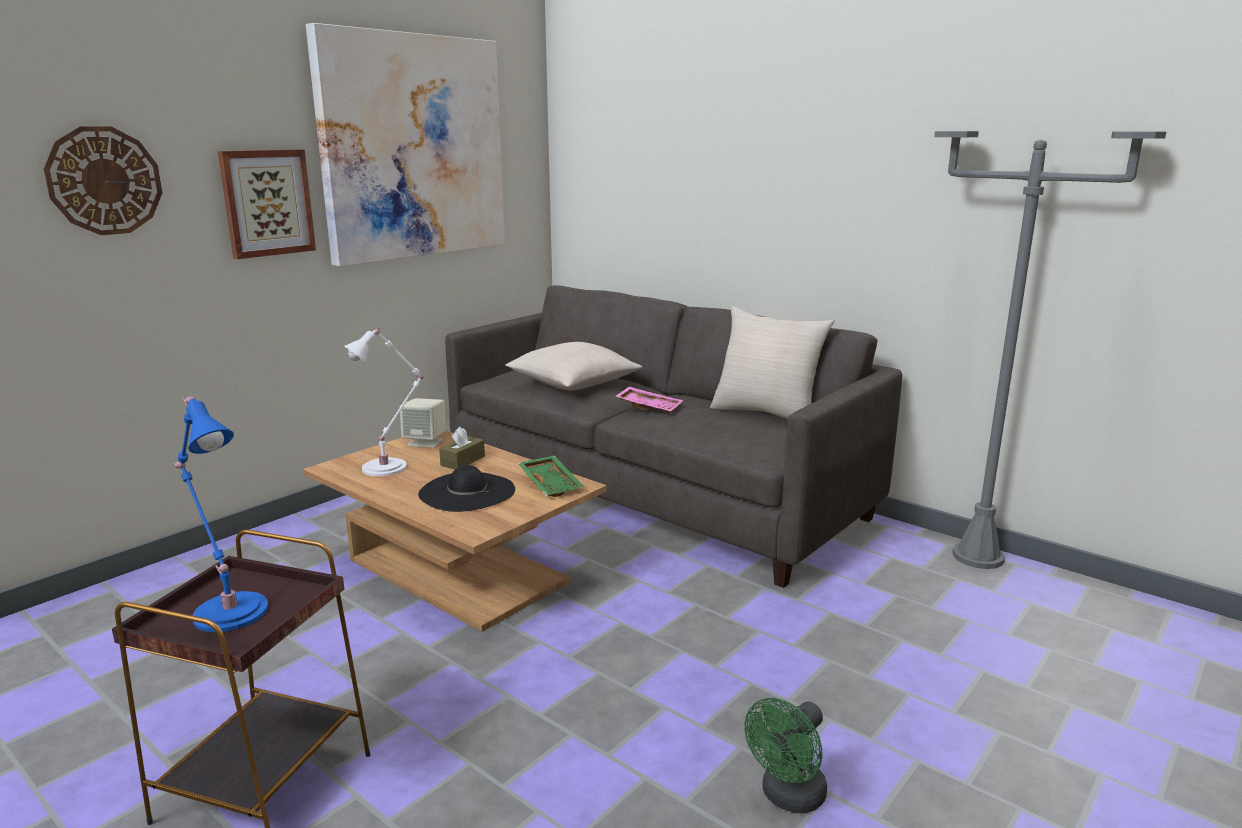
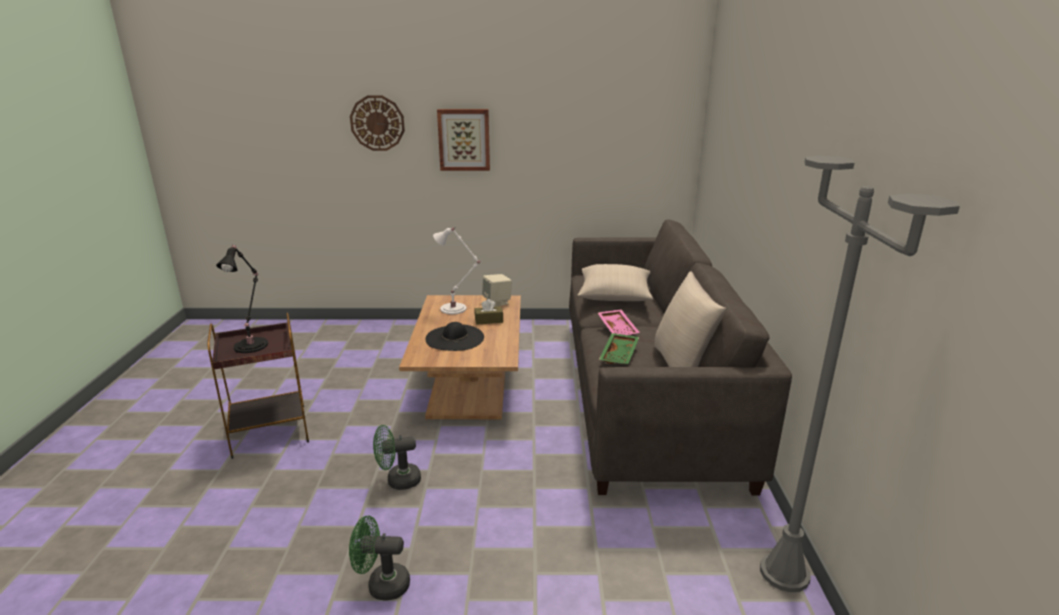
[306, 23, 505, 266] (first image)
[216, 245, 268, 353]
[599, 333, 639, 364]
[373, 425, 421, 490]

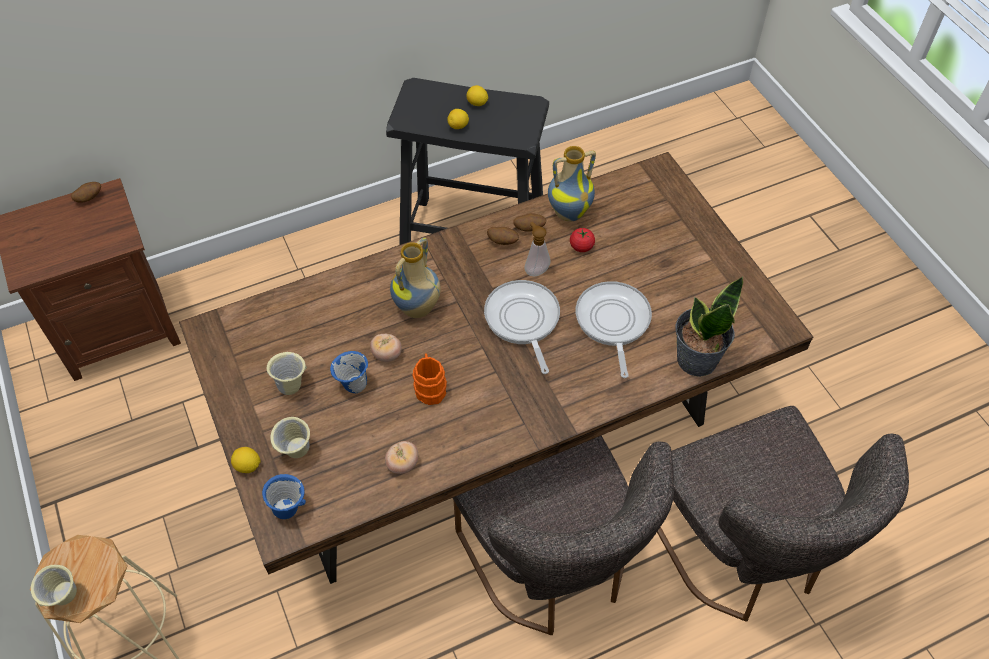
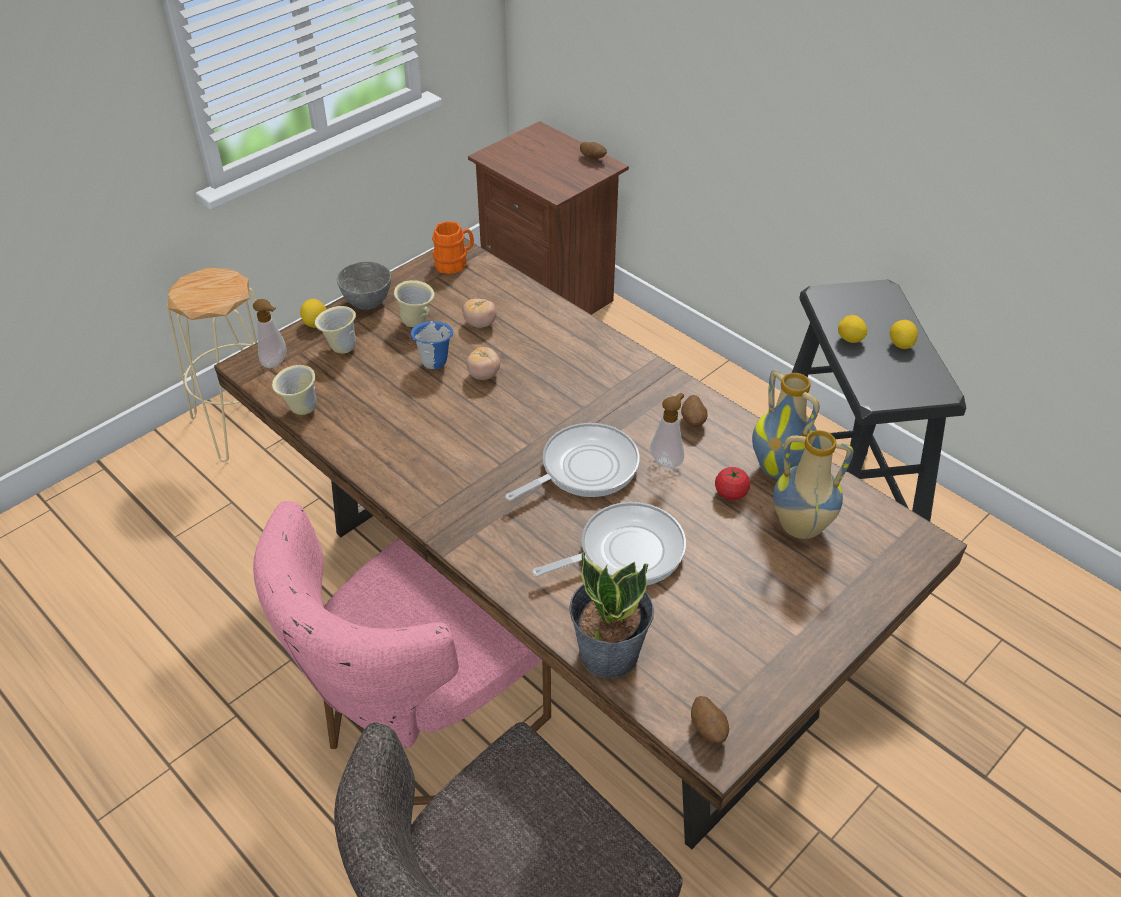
[691, 696, 729, 743]
[773, 430, 854, 539]
[432, 221, 474, 274]
[253, 501, 551, 805]
[462, 299, 496, 328]
[253, 299, 287, 368]
[272, 365, 317, 415]
[337, 261, 391, 310]

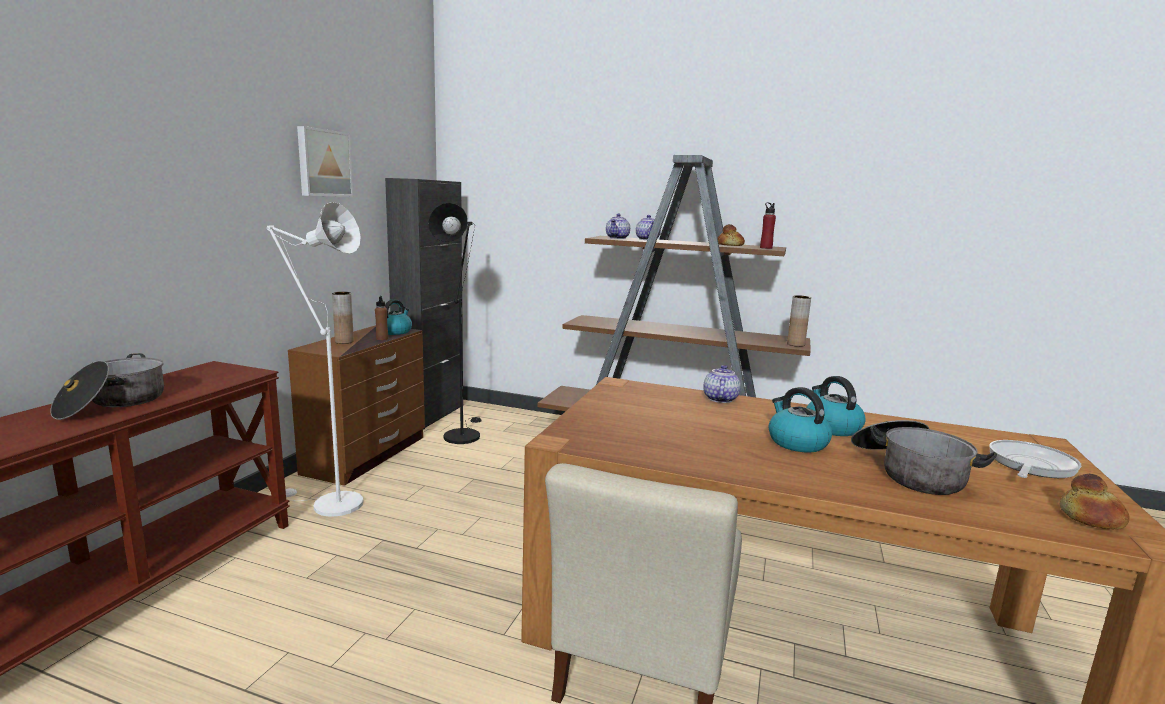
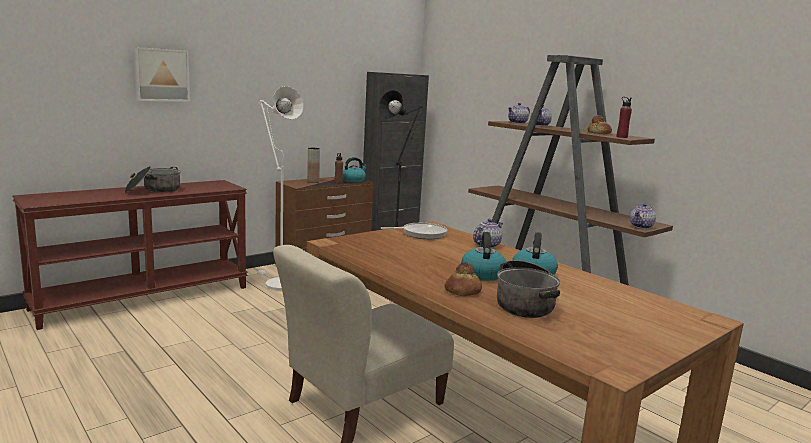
[134, 47, 190, 102]
[630, 203, 656, 229]
[380, 223, 448, 239]
[444, 262, 482, 296]

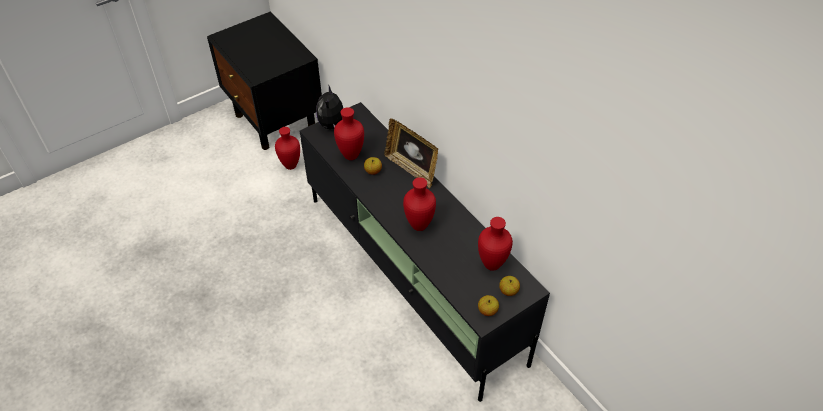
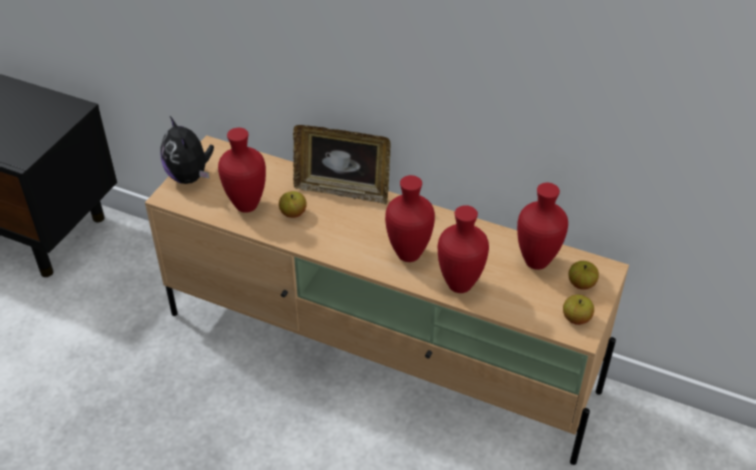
[145, 135, 629, 465]
[438, 205, 489, 293]

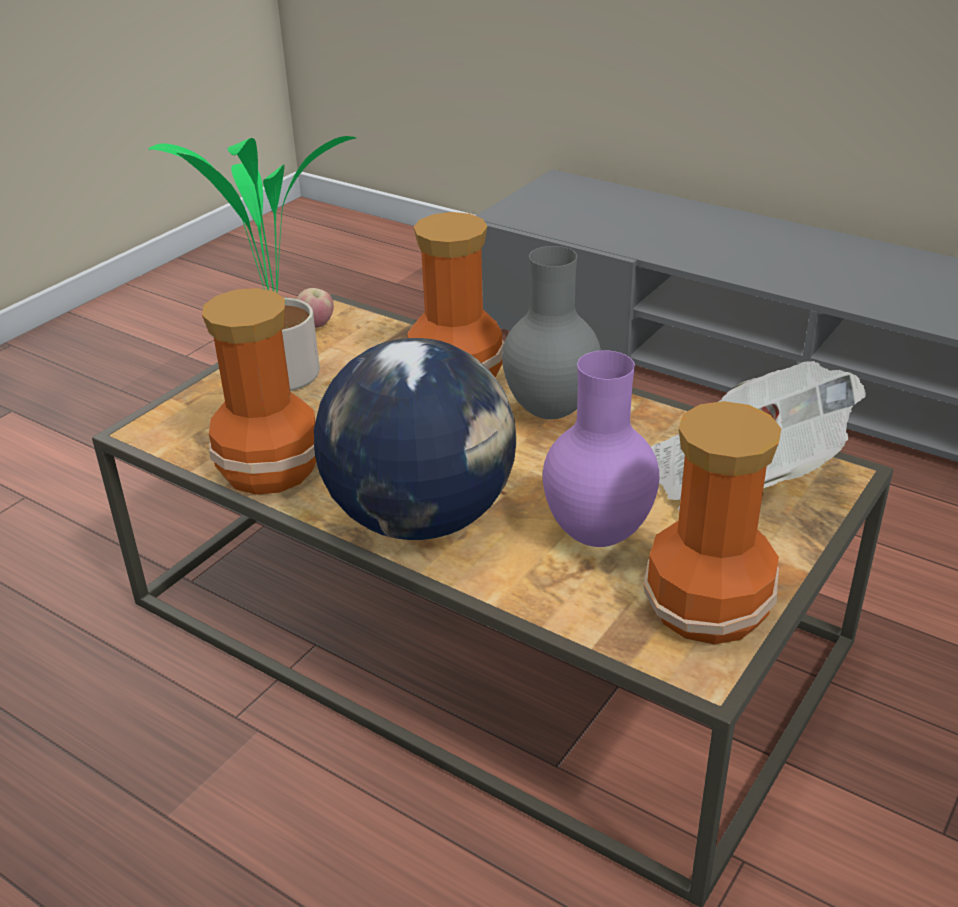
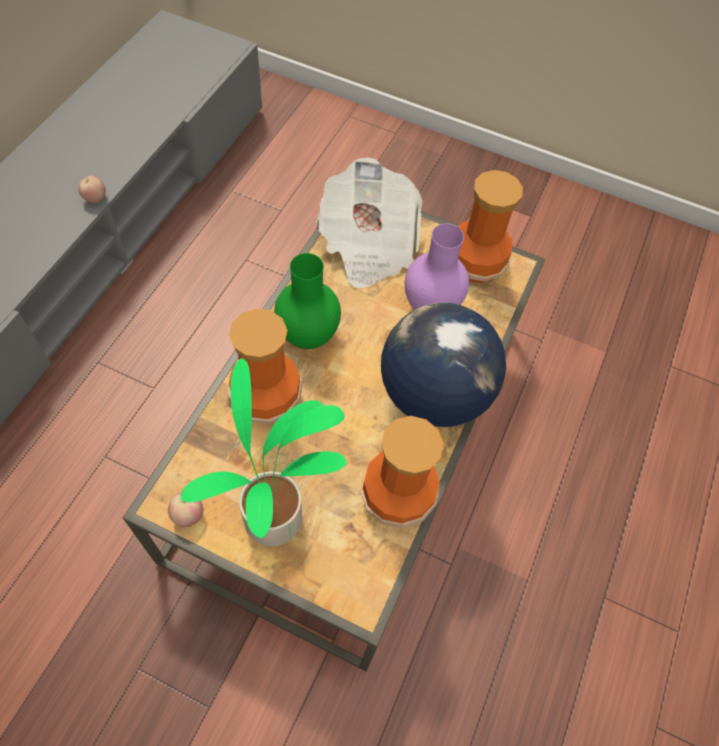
[274, 253, 341, 349]
[78, 175, 106, 203]

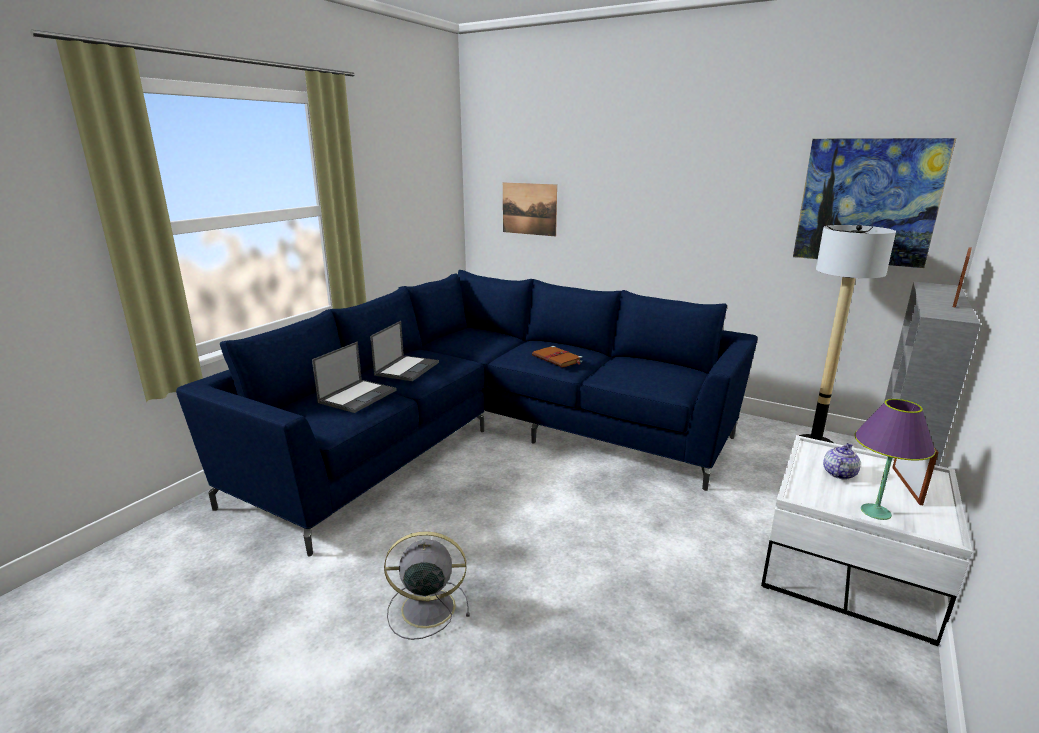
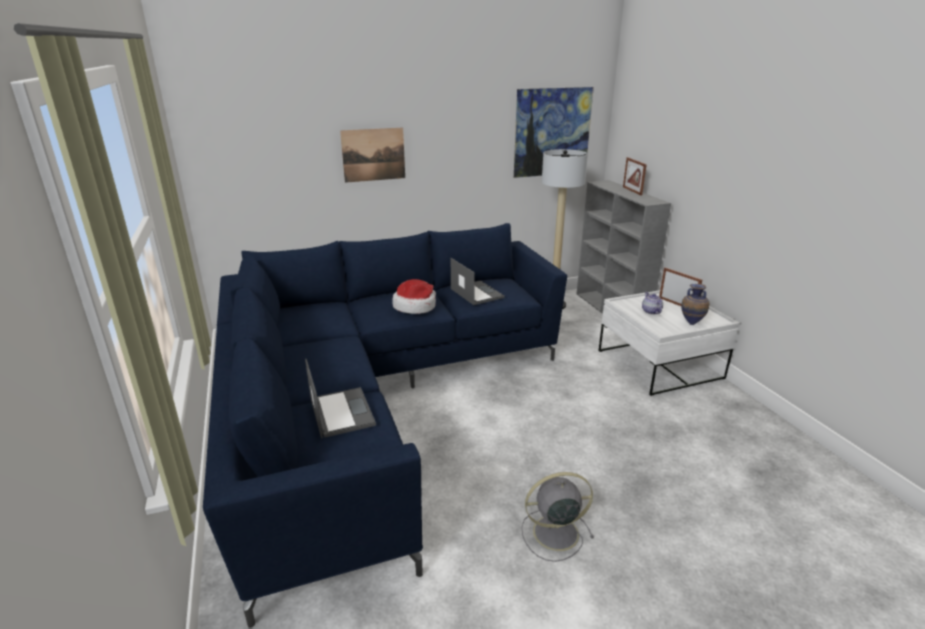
[340, 128, 405, 183]
[451, 258, 505, 305]
[392, 279, 436, 314]
[681, 284, 709, 325]
[522, 472, 594, 562]

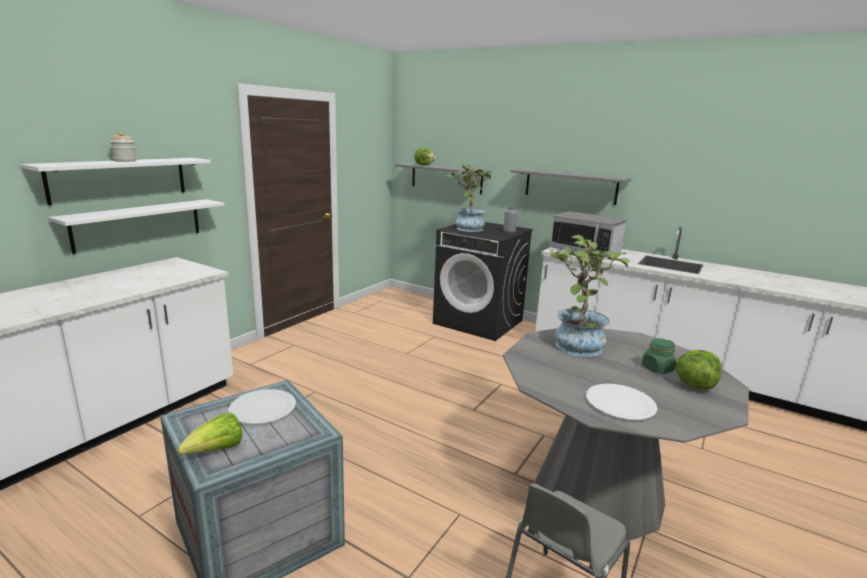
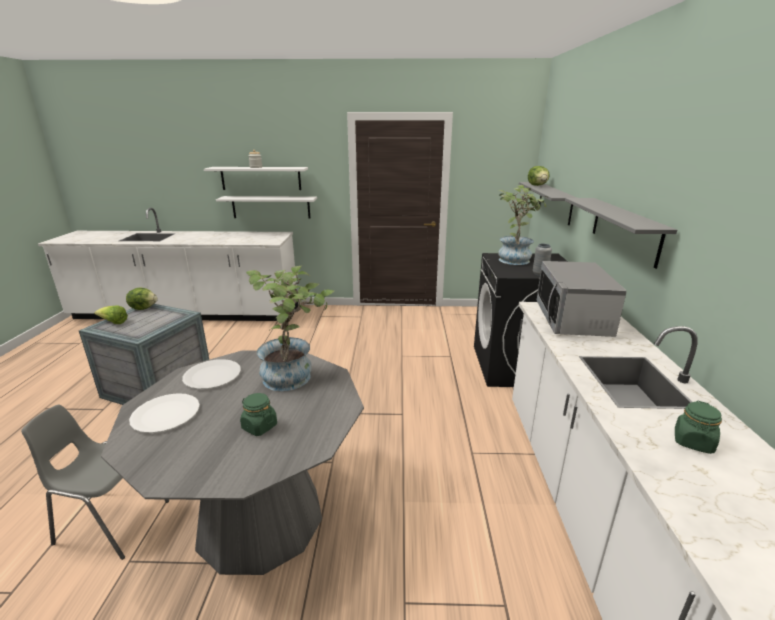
[126, 287, 158, 310]
[182, 359, 241, 389]
[675, 401, 722, 454]

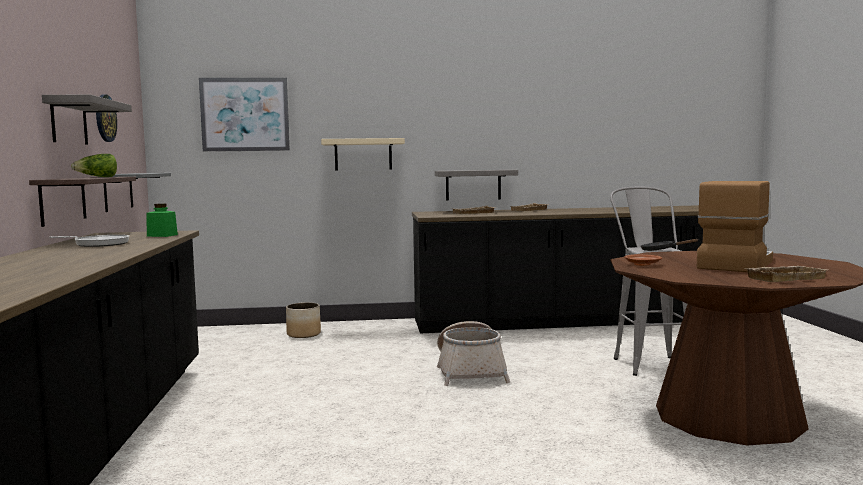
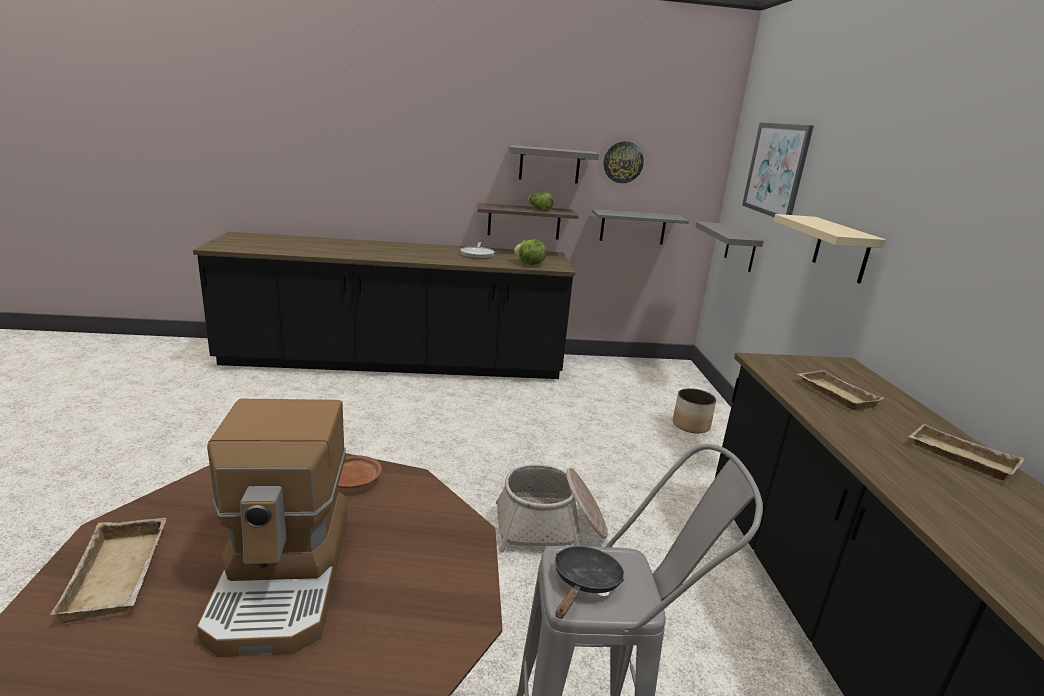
[695, 222, 764, 272]
[197, 399, 348, 657]
[514, 239, 546, 265]

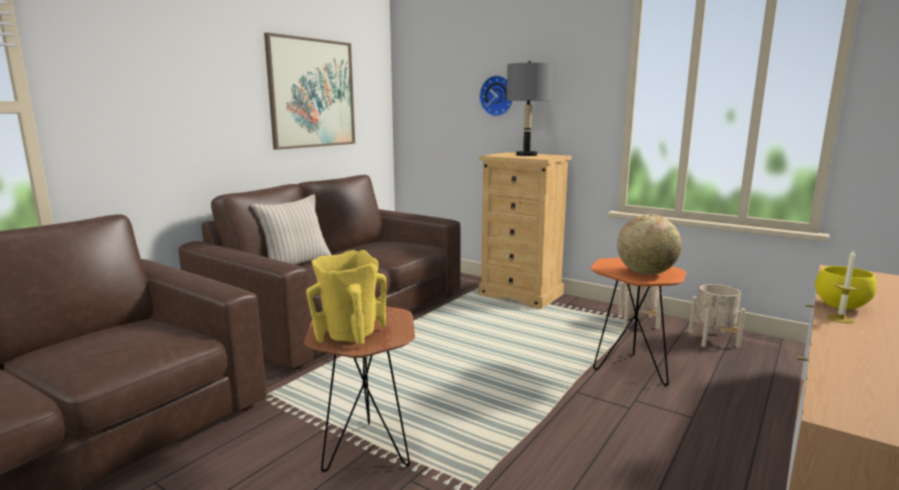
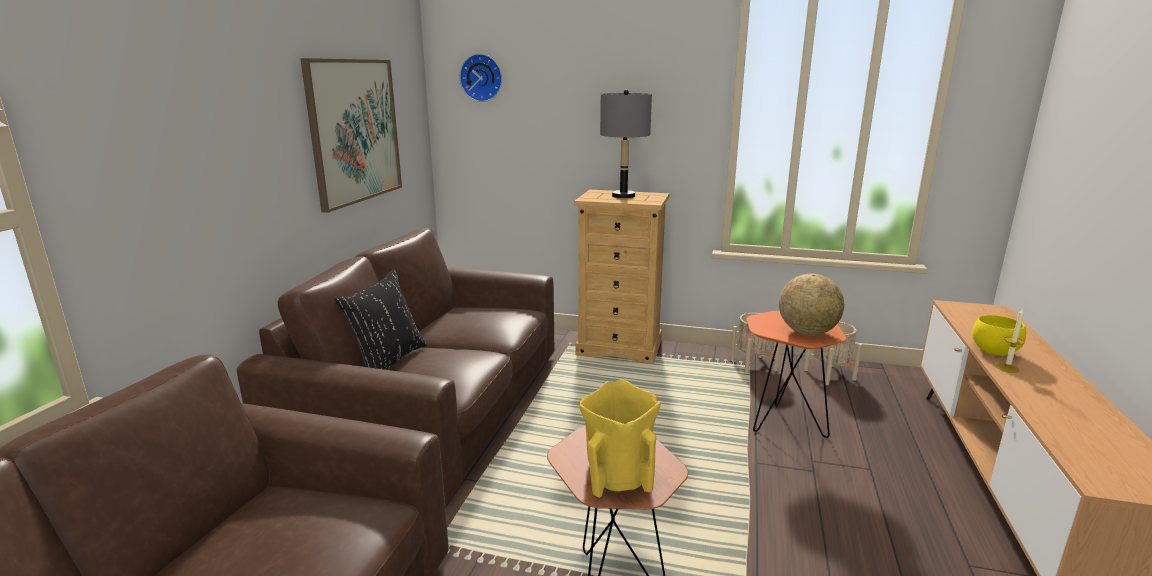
[460, 54, 502, 102]
[334, 269, 427, 370]

